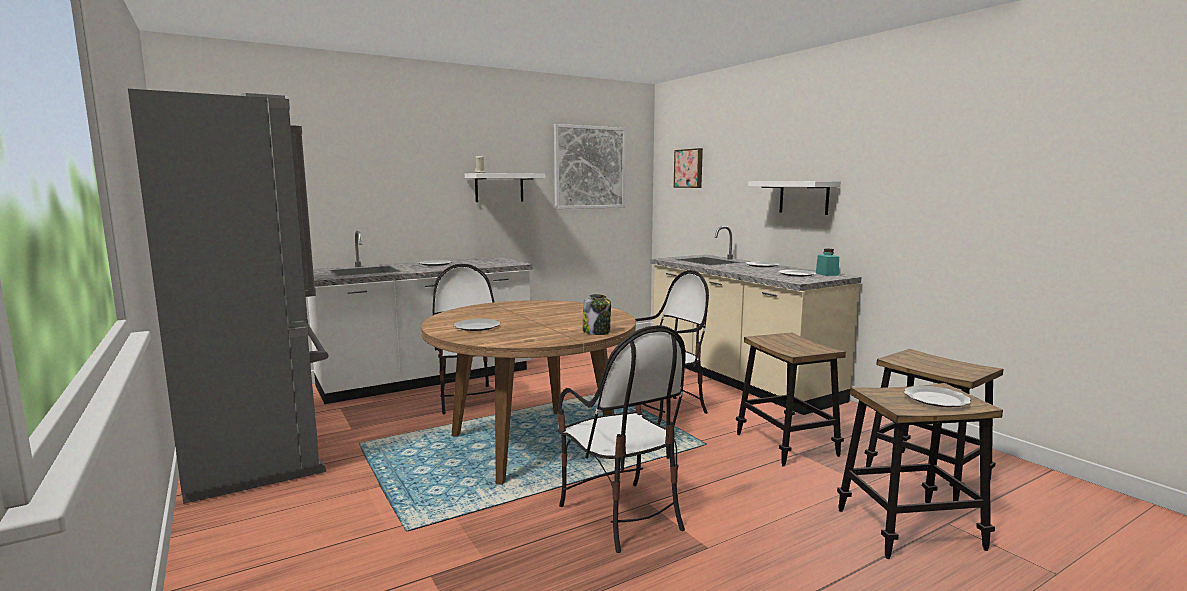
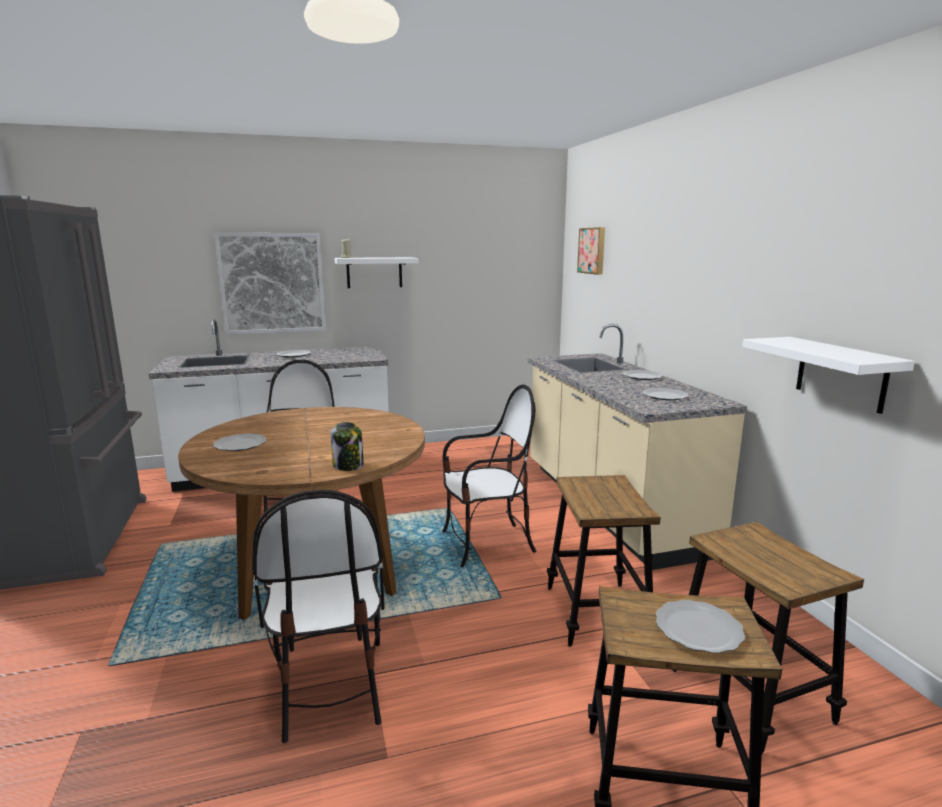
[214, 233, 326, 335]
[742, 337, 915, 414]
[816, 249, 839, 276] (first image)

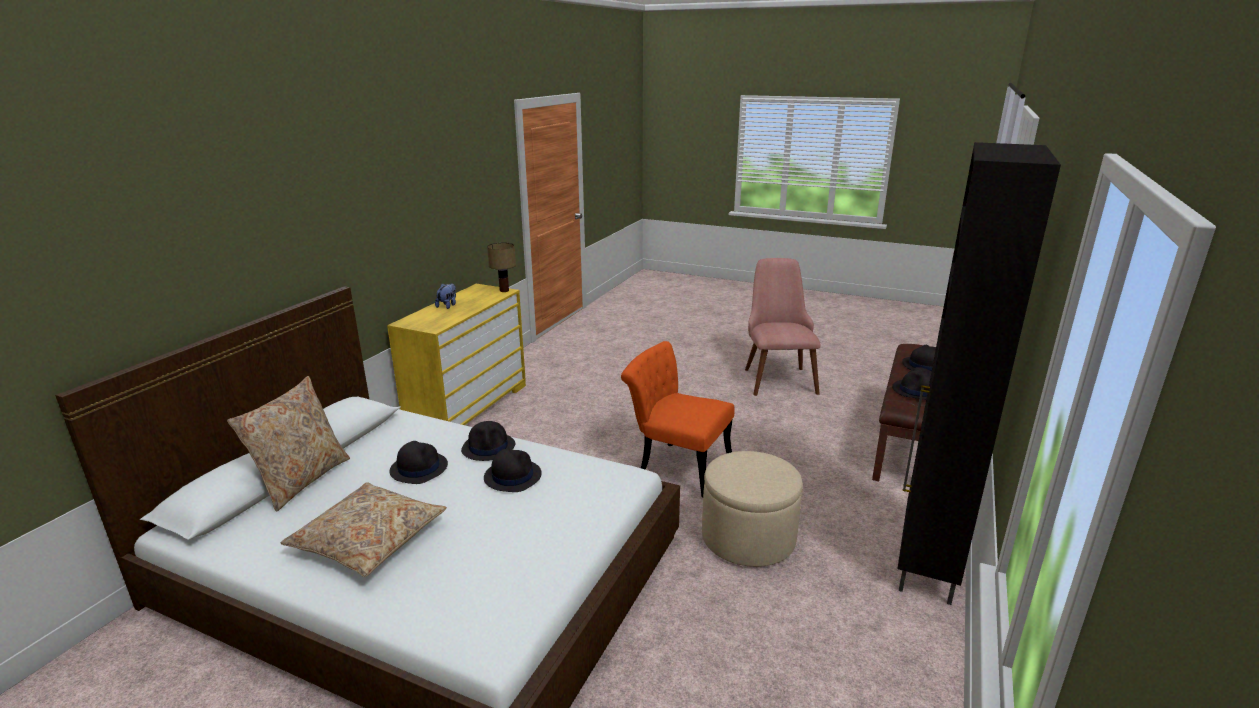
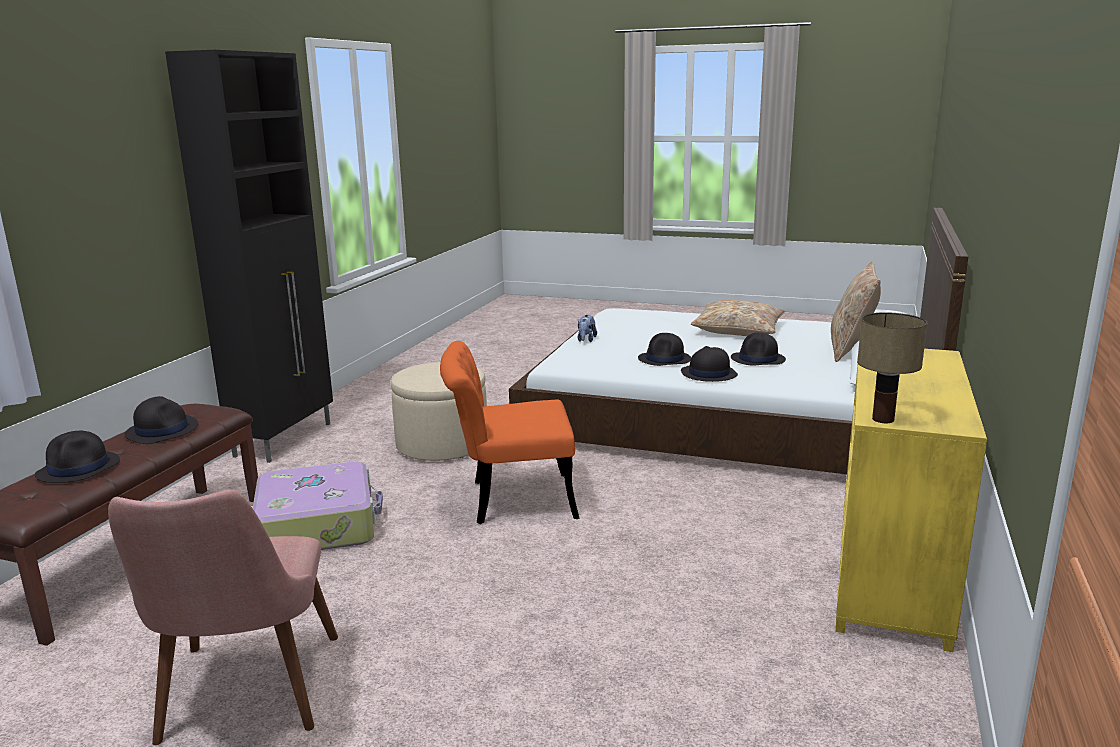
[578, 315, 597, 342]
[440, 341, 579, 524]
[253, 461, 383, 550]

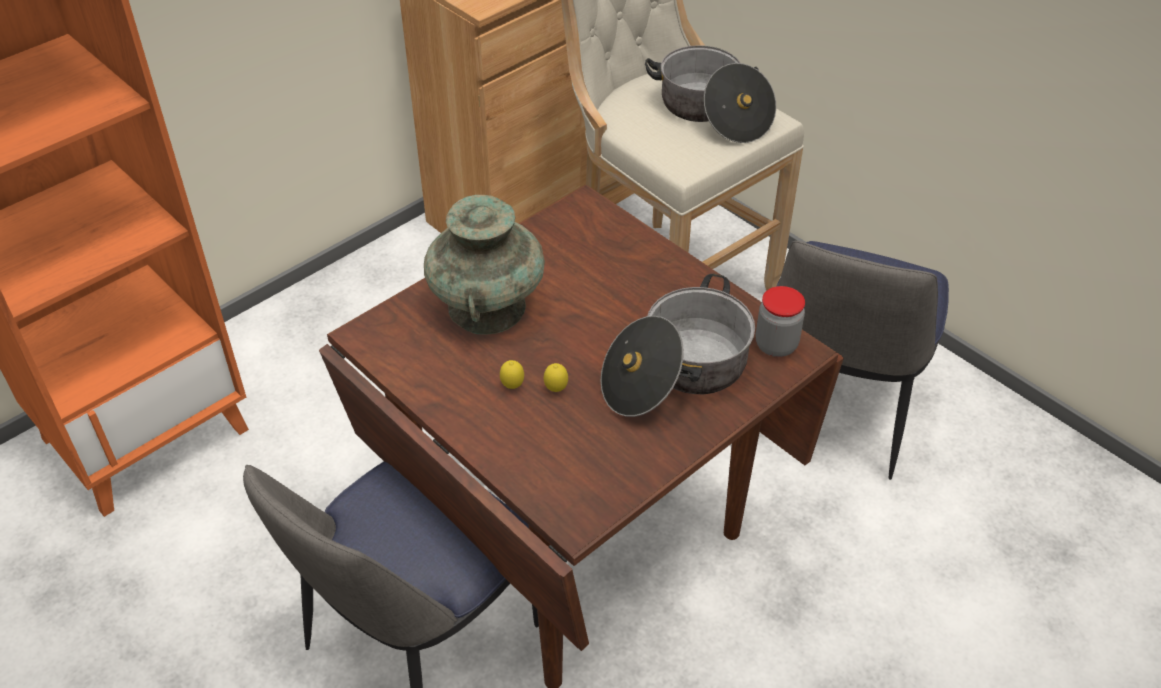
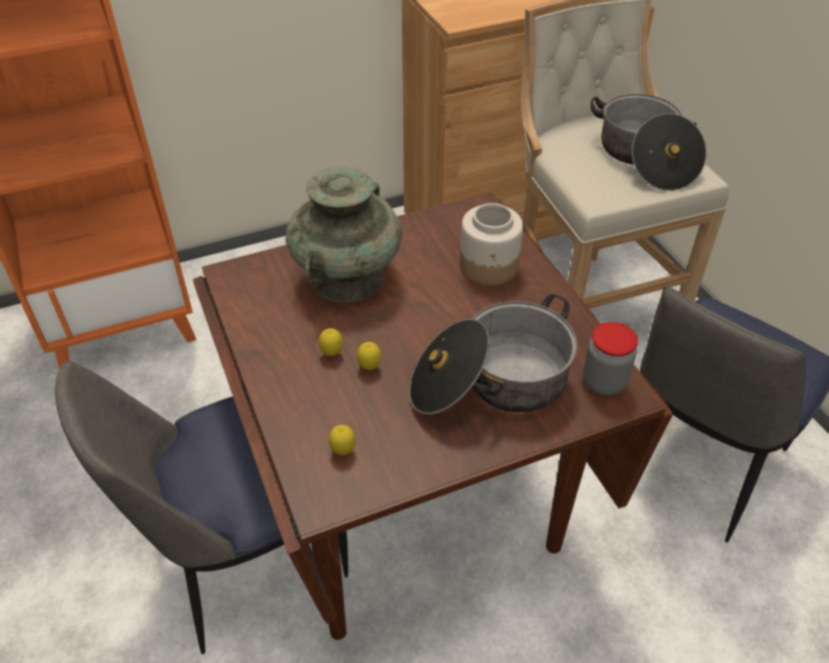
[460, 203, 523, 286]
[329, 425, 356, 455]

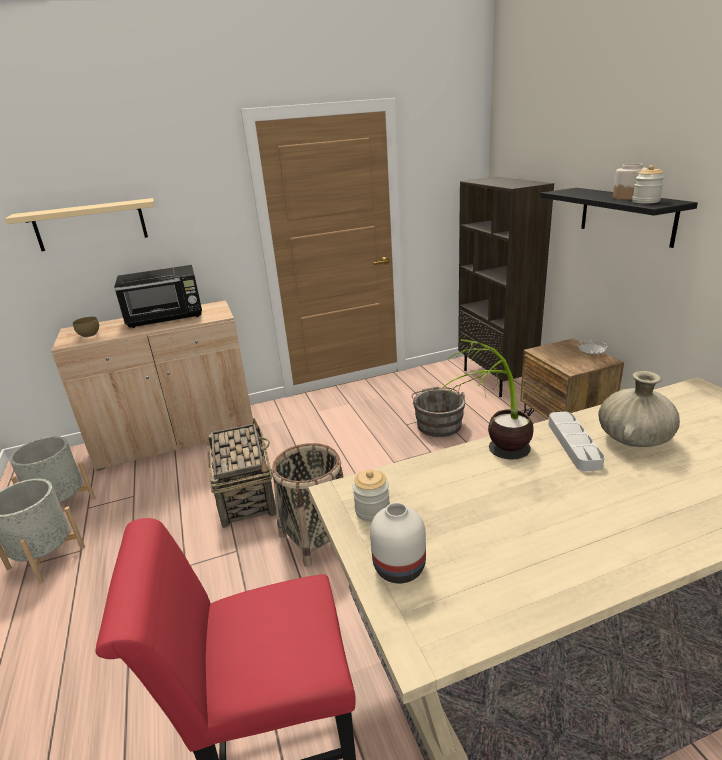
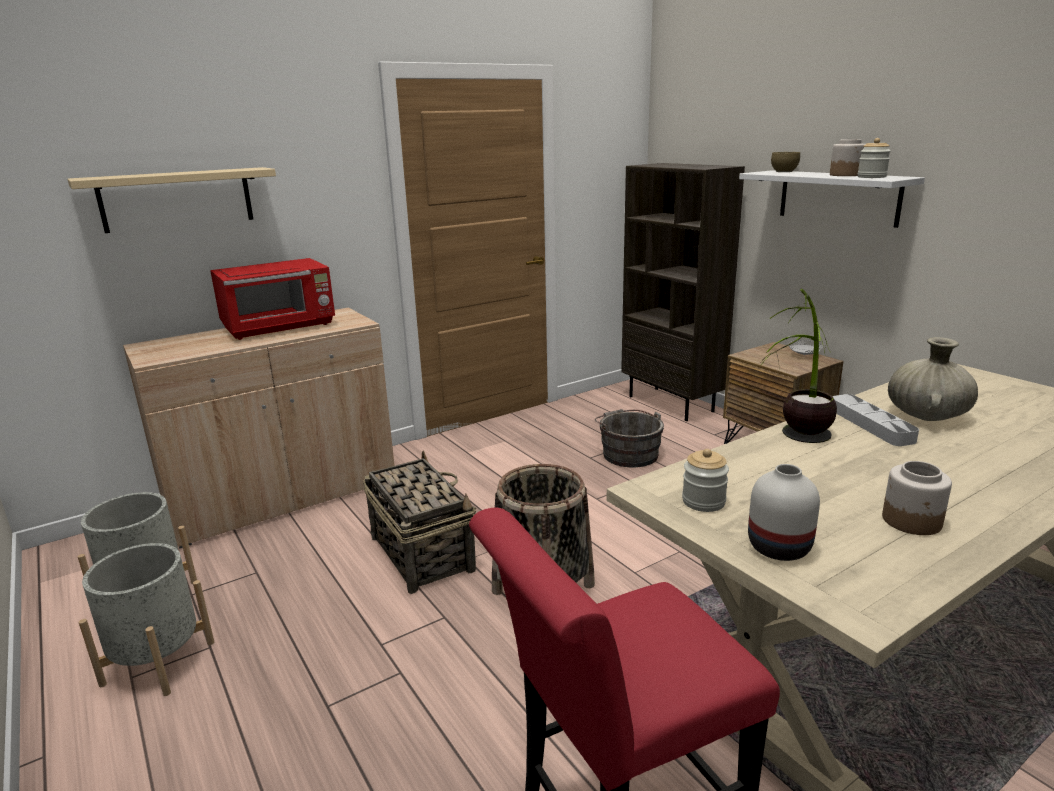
[739, 170, 925, 228]
[210, 258, 335, 340]
[771, 152, 800, 172]
[882, 461, 952, 535]

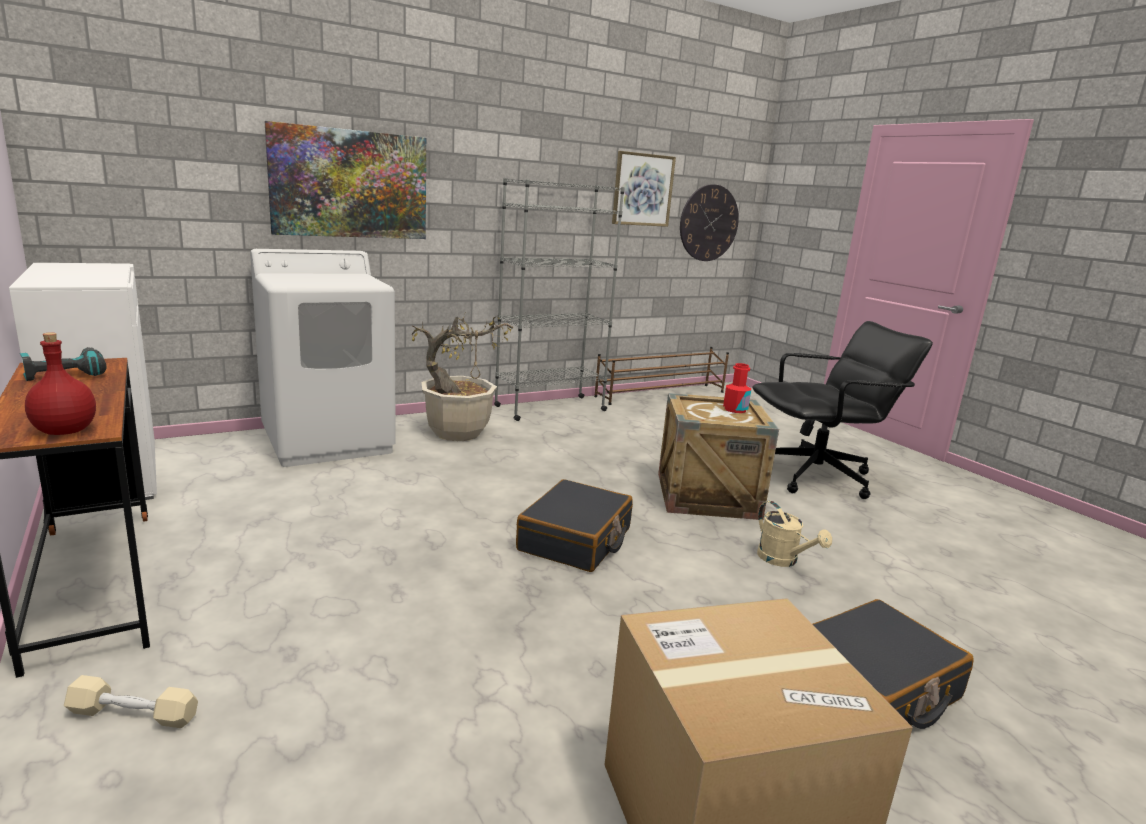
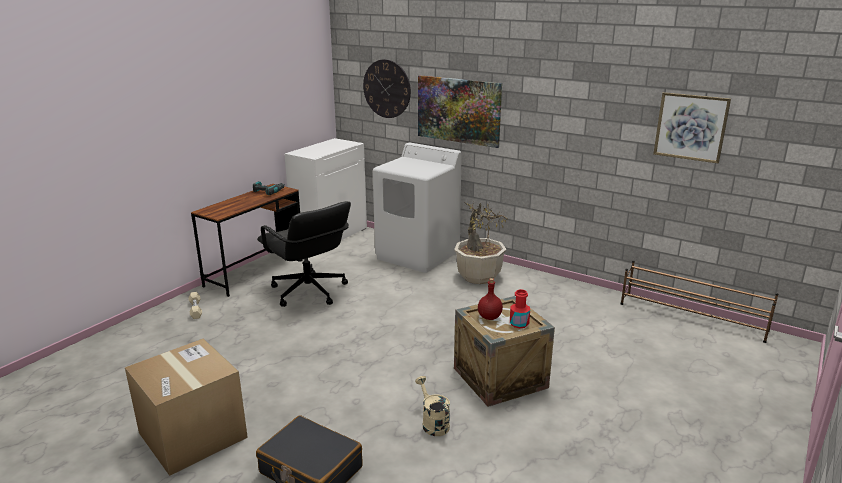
[494, 178, 625, 421] (first image)
[363, 59, 411, 118]
[257, 201, 351, 307]
[478, 278, 503, 320]
[516, 479, 633, 572] (first image)
[415, 376, 450, 436]

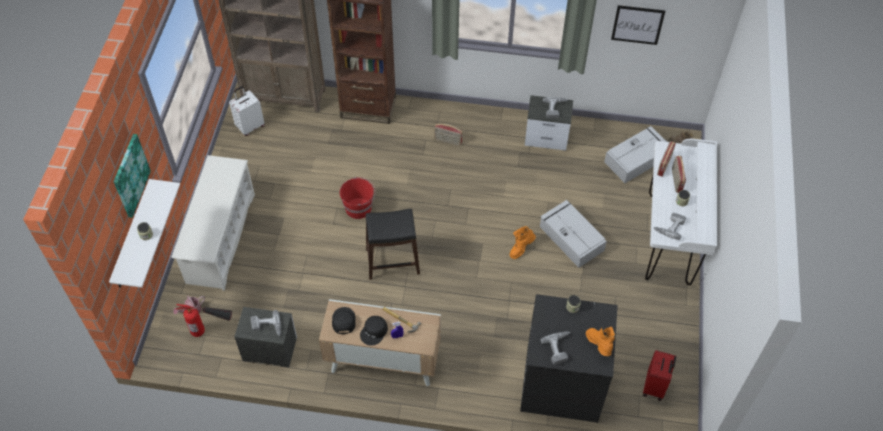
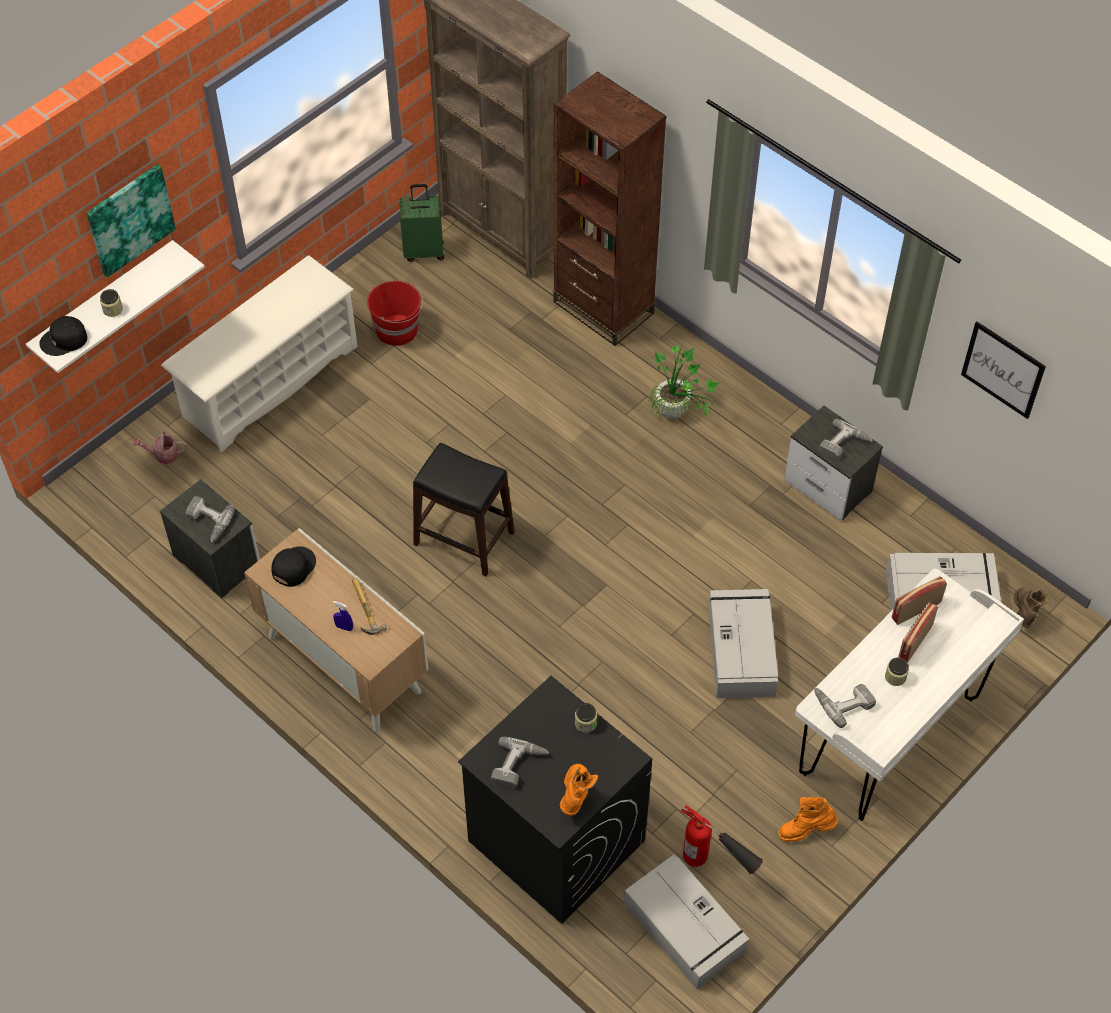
[400, 184, 444, 262]
[649, 344, 720, 421]
[367, 281, 424, 346]
[778, 796, 838, 842]
[680, 805, 763, 874]
[39, 316, 87, 356]
[624, 855, 750, 989]

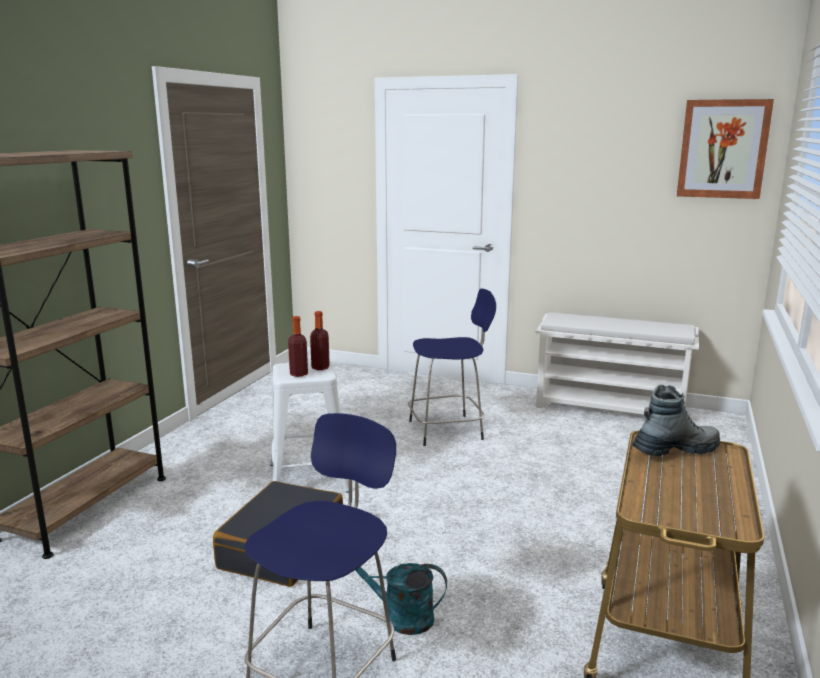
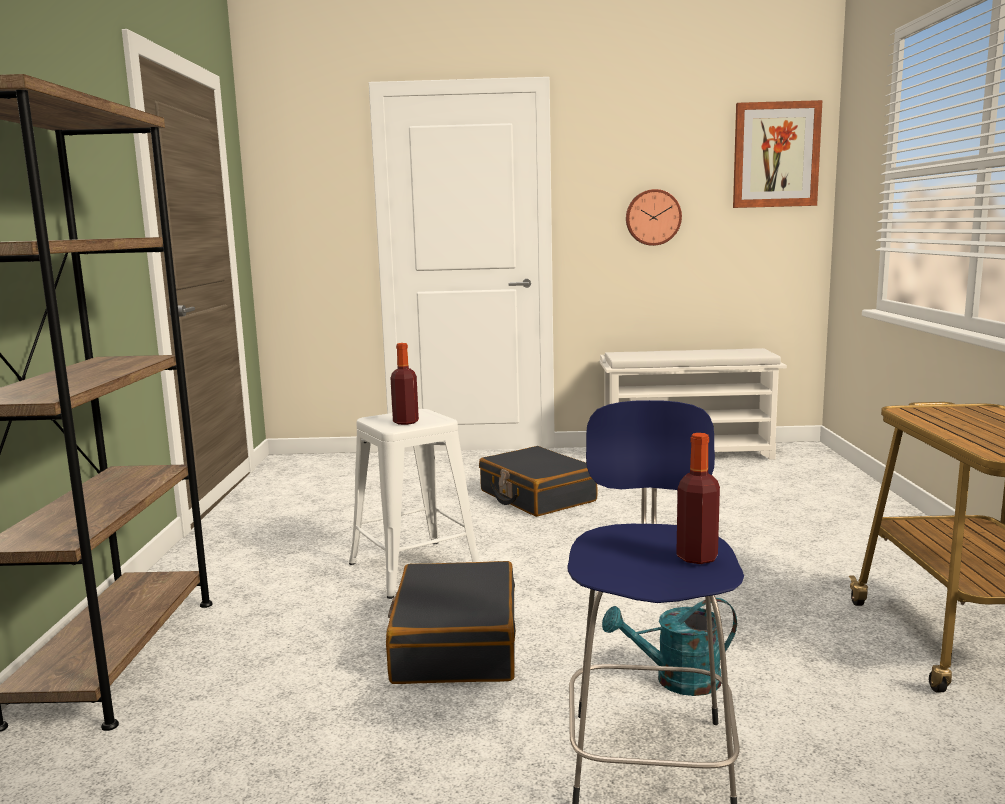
[479, 446, 598, 517]
[676, 433, 720, 564]
[631, 385, 720, 456] (first image)
[626, 189, 682, 246]

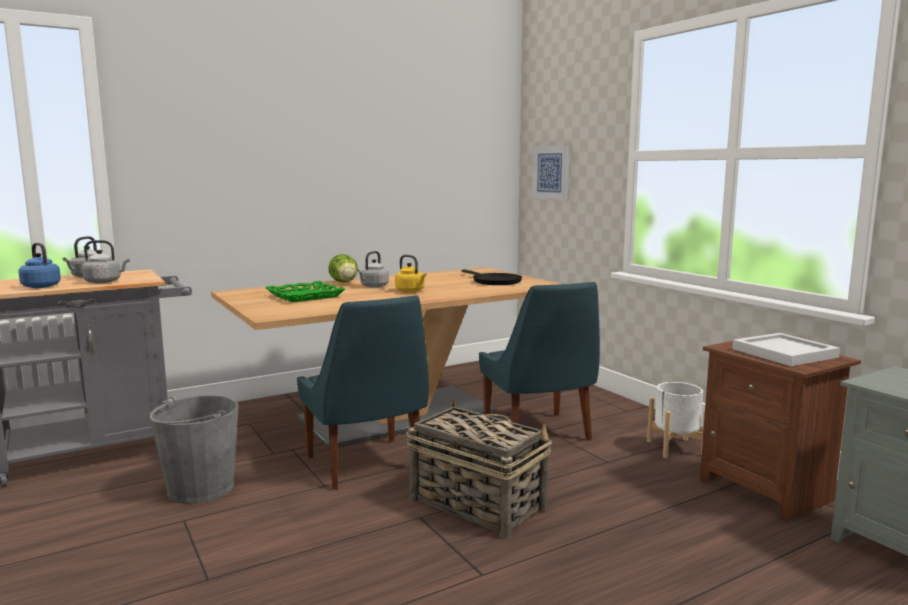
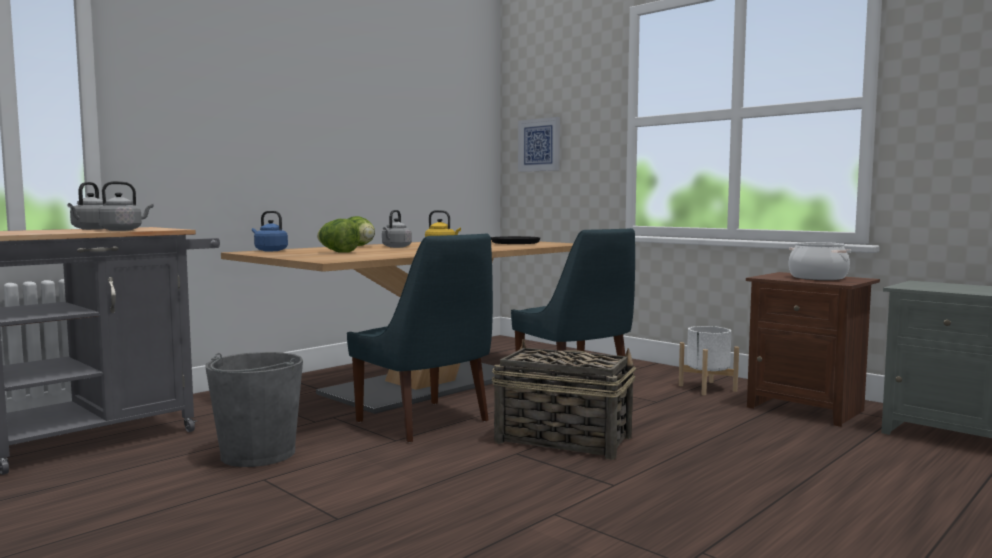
[252, 211, 288, 251]
[317, 219, 360, 253]
[789, 242, 851, 280]

